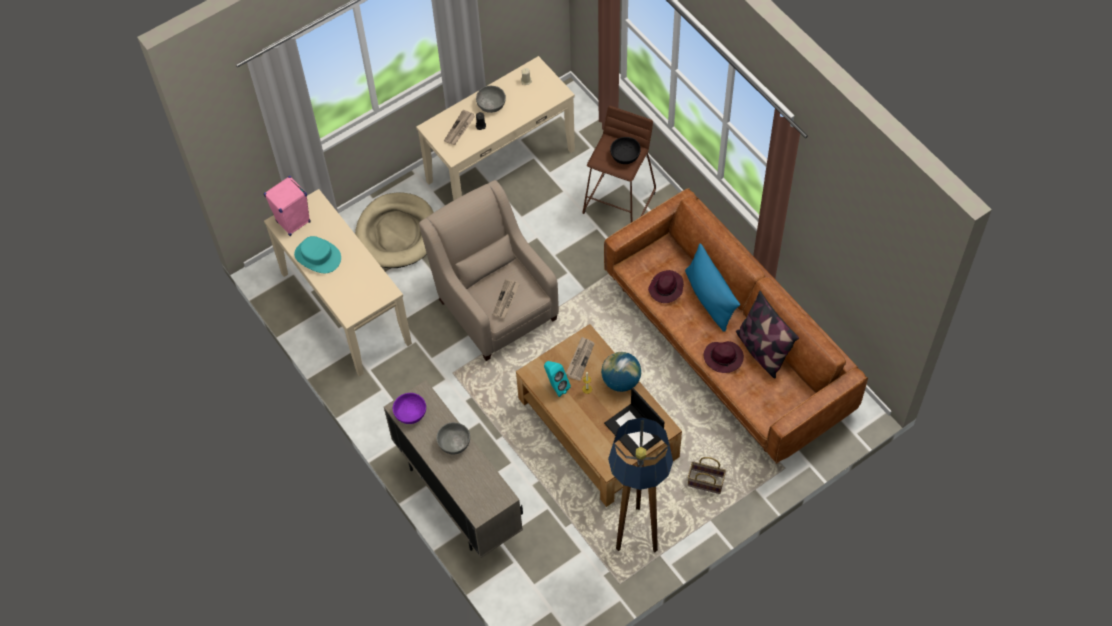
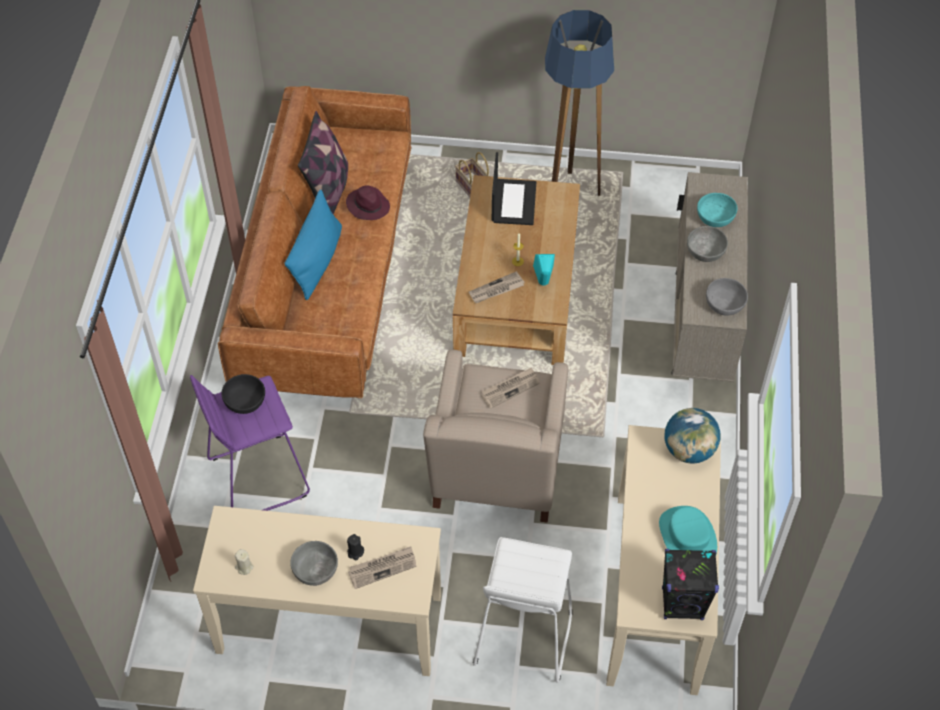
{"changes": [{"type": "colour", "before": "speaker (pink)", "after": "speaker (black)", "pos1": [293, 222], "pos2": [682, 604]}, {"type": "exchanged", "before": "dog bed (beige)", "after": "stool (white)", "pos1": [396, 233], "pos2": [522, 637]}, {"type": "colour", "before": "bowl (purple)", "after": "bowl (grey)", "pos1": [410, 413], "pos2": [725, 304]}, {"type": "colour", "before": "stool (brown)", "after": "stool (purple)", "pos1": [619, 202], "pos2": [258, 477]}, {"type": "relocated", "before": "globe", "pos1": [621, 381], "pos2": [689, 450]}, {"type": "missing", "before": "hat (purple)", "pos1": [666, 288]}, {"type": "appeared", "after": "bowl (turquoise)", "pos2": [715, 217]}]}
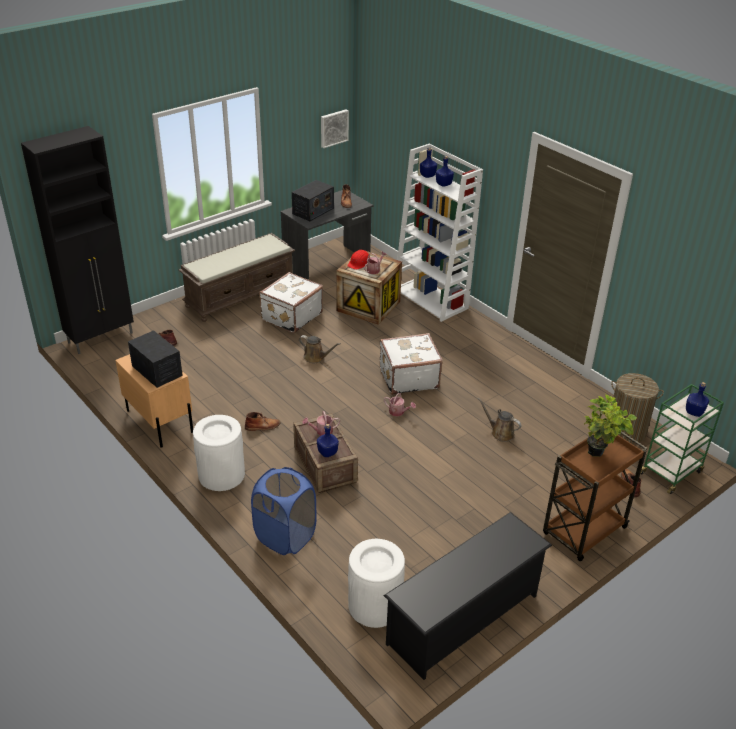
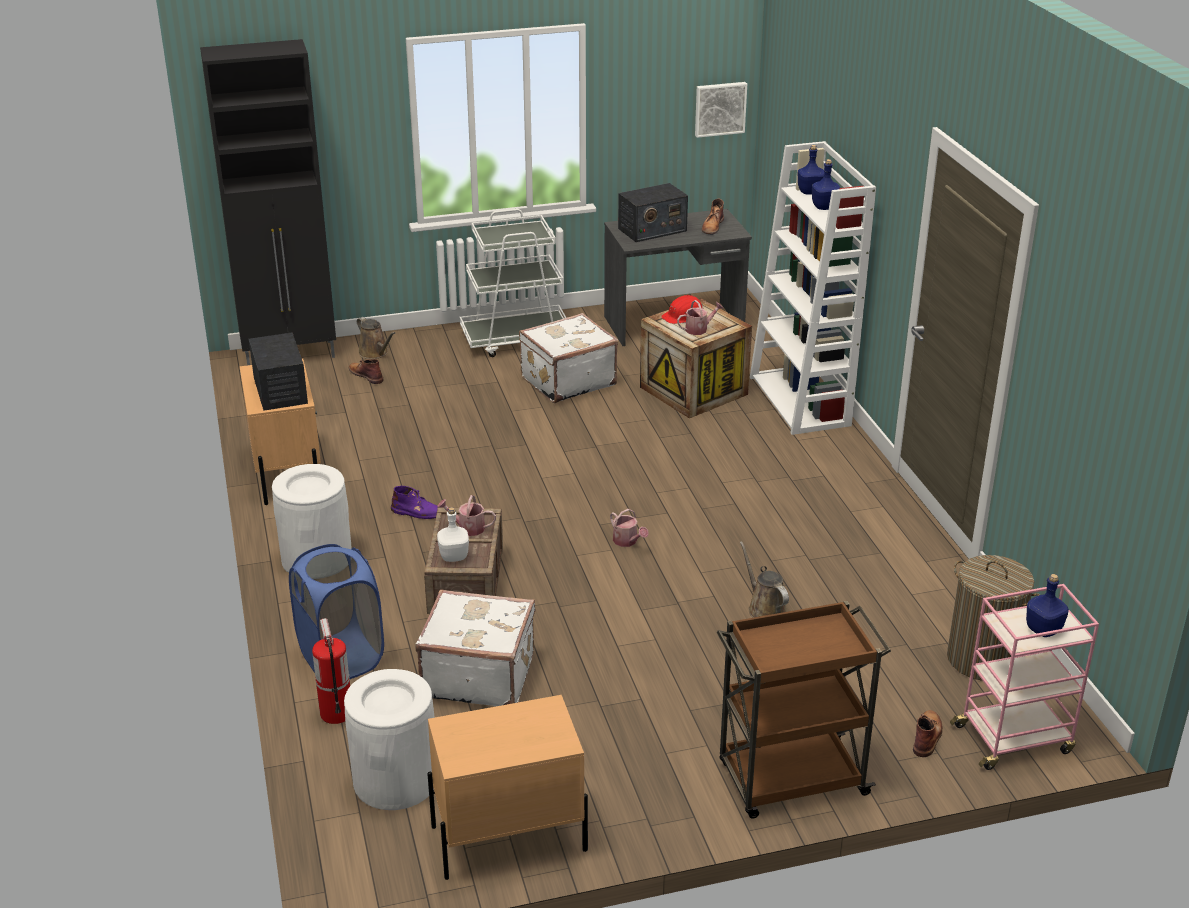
{"changes": [{"type": "exchanged", "before": "bench (brown)", "after": "cart (white)", "pos1": [240, 295], "pos2": [516, 339]}, {"type": "colour", "before": "boot (brown)", "after": "boot (purple)", "pos1": [263, 426], "pos2": [418, 512]}, {"type": "relocated", "before": "watering can (brown)", "pos1": [316, 357], "pos2": [375, 353]}, {"type": "colour", "before": "bottle (blue)", "after": "bottle (white)", "pos1": [328, 453], "pos2": [454, 557]}, {"type": "relocated", "before": "suitcase (white)", "pos1": [408, 378], "pos2": [478, 675]}, {"type": "exchanged", "before": "shoe rack (black)", "after": "nightstand (beige)", "pos1": [463, 619], "pos2": [507, 838]}, {"type": "missing", "before": "potted plant", "pos1": [599, 454]}, {"type": "colour", "before": "cart (green)", "after": "cart (pink)", "pos1": [671, 472], "pos2": [1014, 738]}, {"type": "appeared", "after": "fire extinguisher", "pos2": [336, 713]}]}
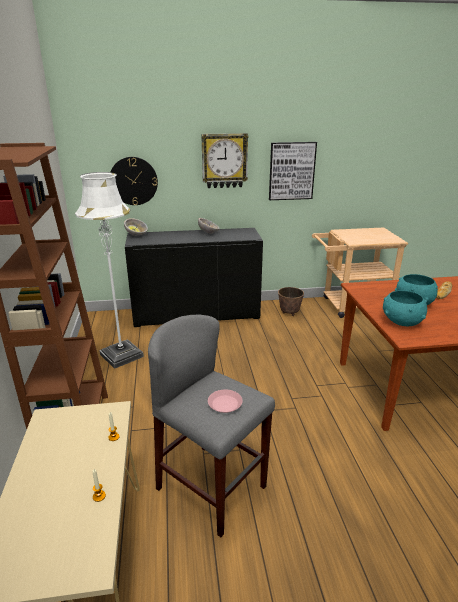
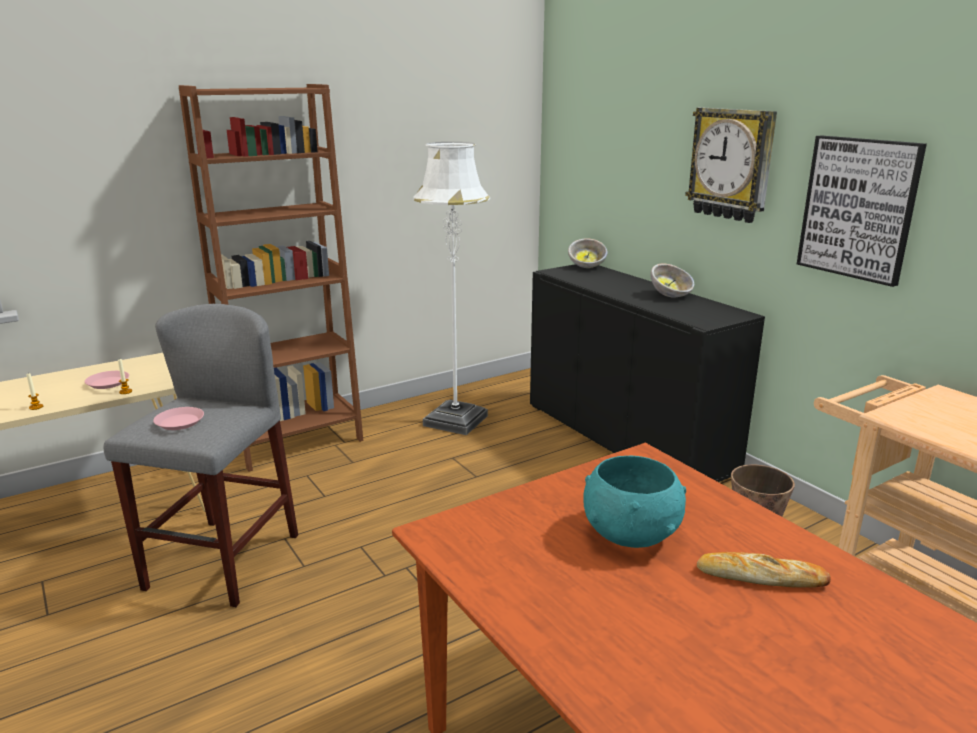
{"changes": [{"type": "missing", "before": "wall clock", "pos1": [133, 181]}, {"type": "missing", "before": "bowl (turquoise)", "pos1": [401, 322]}, {"type": "appeared", "after": "plate (pink)", "pos2": [108, 383]}]}
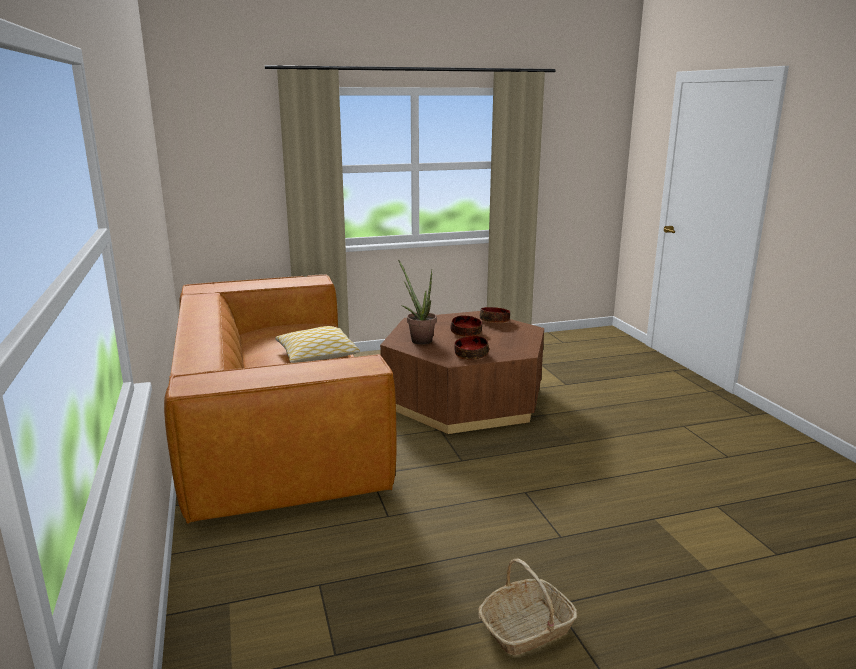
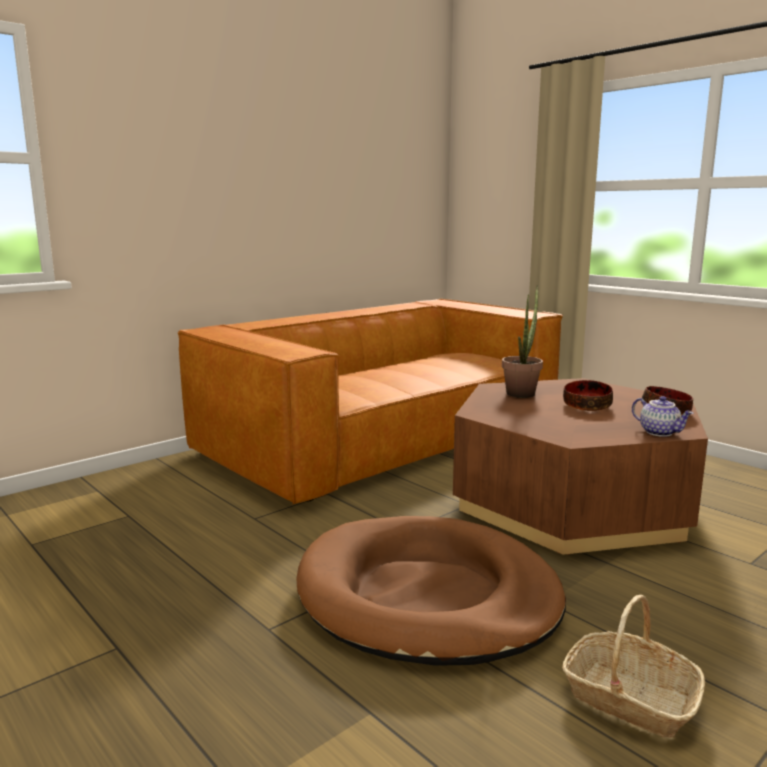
{"changes": [{"type": "missing", "before": "pillow", "pos1": [317, 355]}, {"type": "missing", "before": "bowl", "pos1": [471, 355]}, {"type": "relocated", "before": "basket", "pos1": [526, 628], "pos2": [629, 698]}, {"type": "appeared", "after": "dog bed (brown)", "pos2": [427, 596]}, {"type": "appeared", "after": "teapot", "pos2": [660, 432]}]}
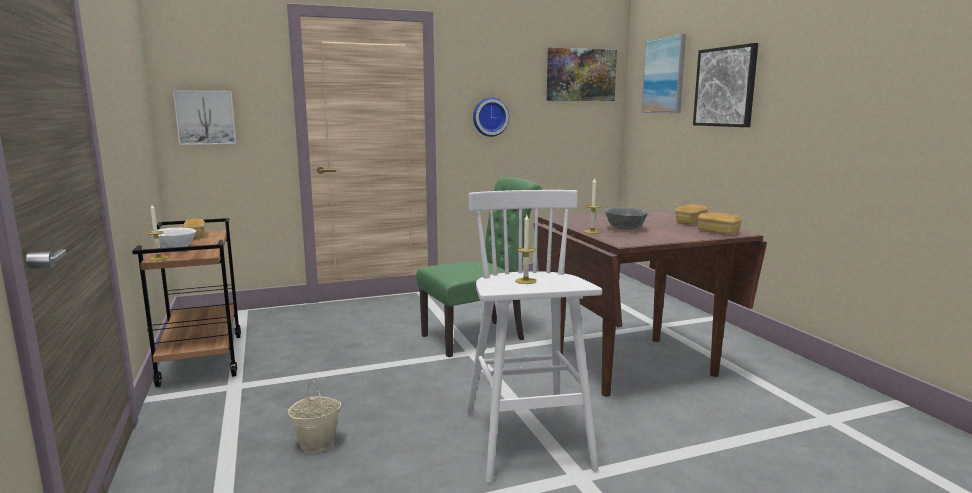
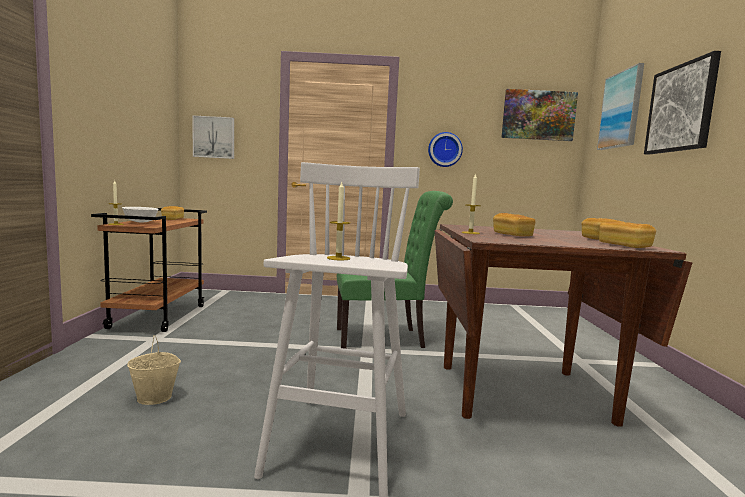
{"changes": [{"type": "exchanged", "before": "bowl (grey)", "after": "bread", "pos1": [625, 229], "pos2": [512, 235]}]}
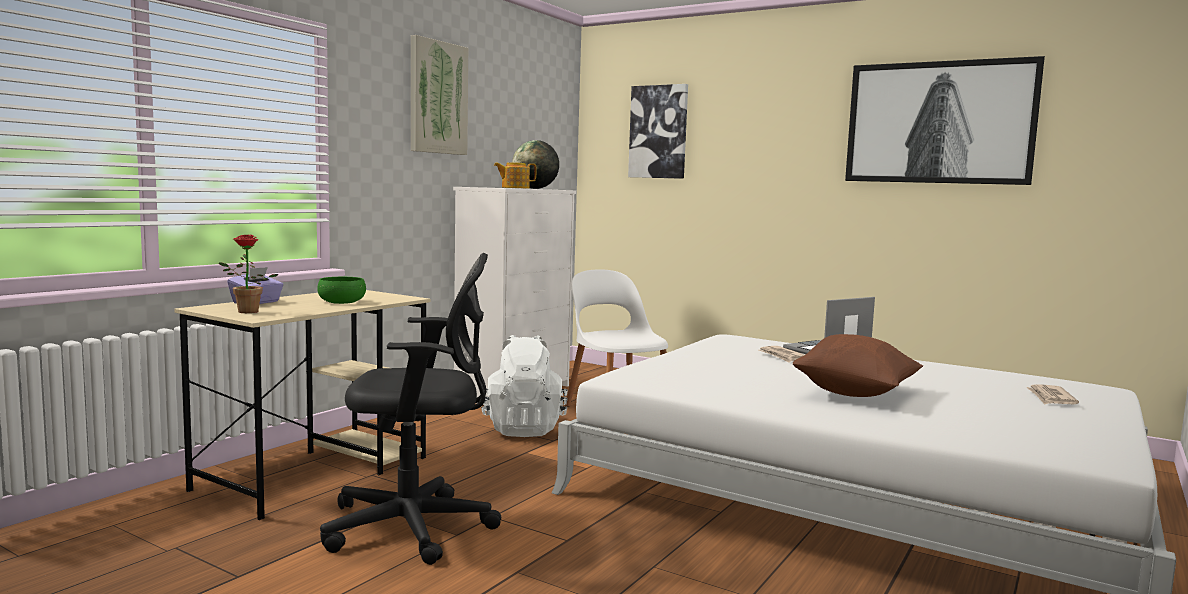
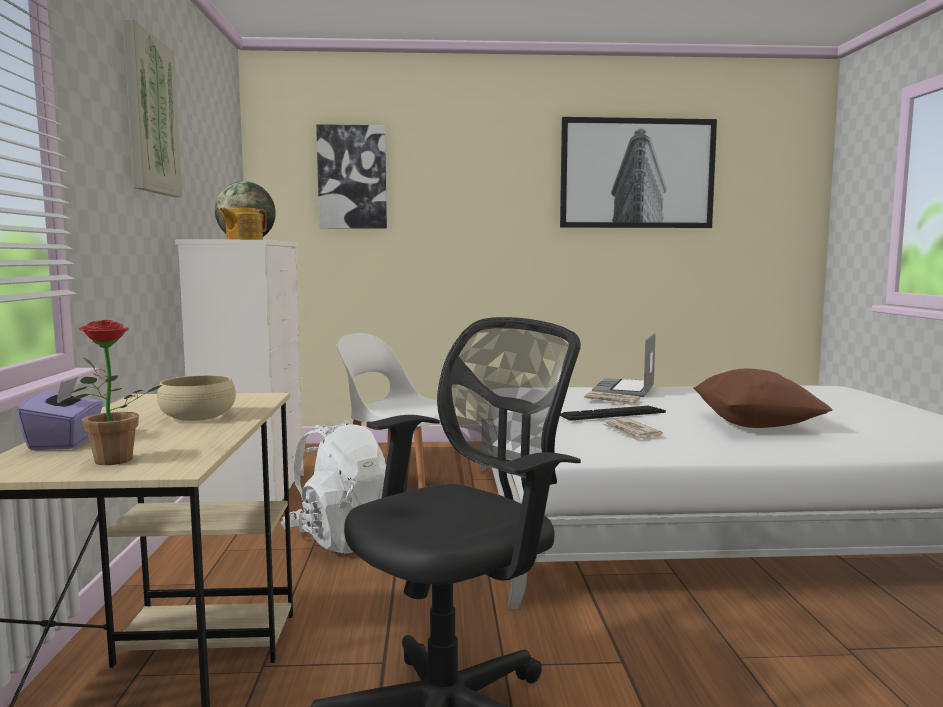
{"changes": [{"type": "colour", "before": "bowl (green)", "after": "bowl (beige)", "pos1": [341, 302], "pos2": [197, 416]}, {"type": "relocated", "before": "newspaper", "pos1": [1051, 398], "pos2": [631, 432]}, {"type": "appeared", "after": "keyboard", "pos2": [611, 413]}]}
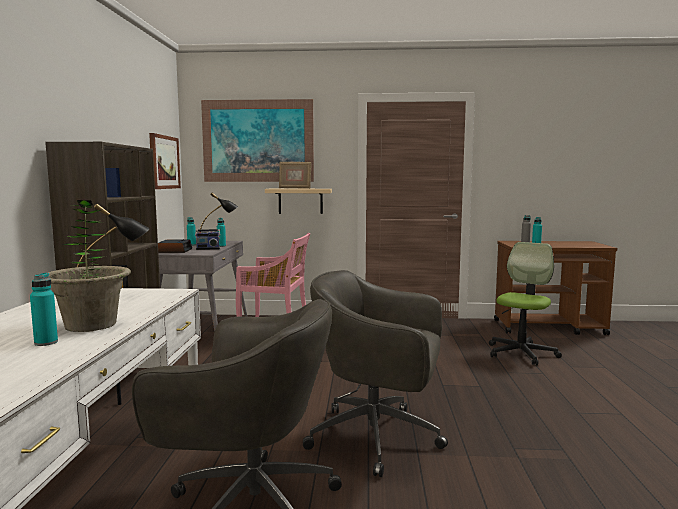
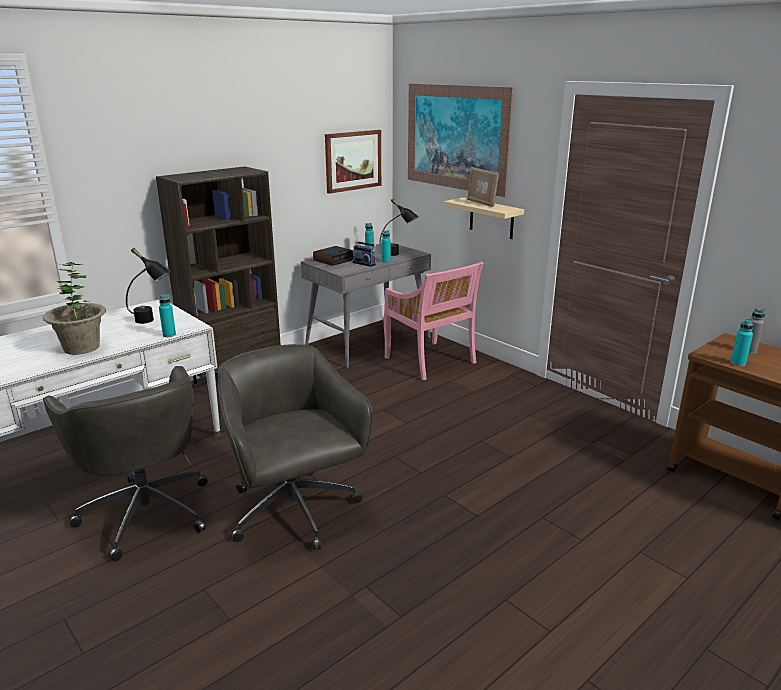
{"changes": [{"type": "relocated", "before": "bottle (turquoise)", "pos1": [46, 342], "pos2": [169, 335]}, {"type": "missing", "before": "office chair", "pos1": [521, 353]}]}
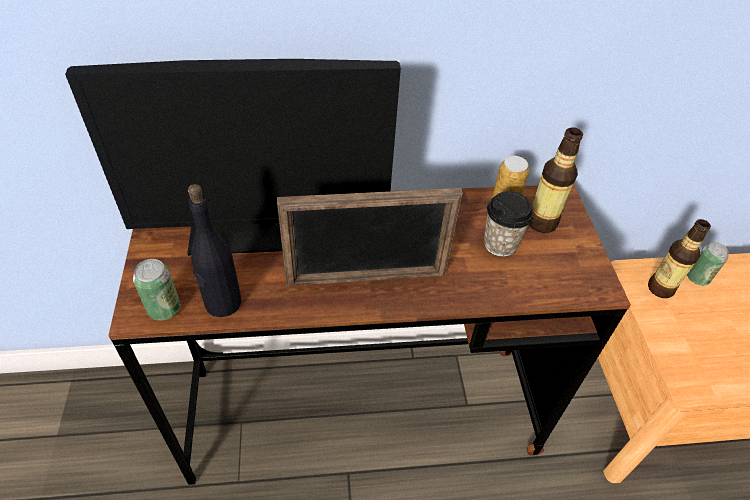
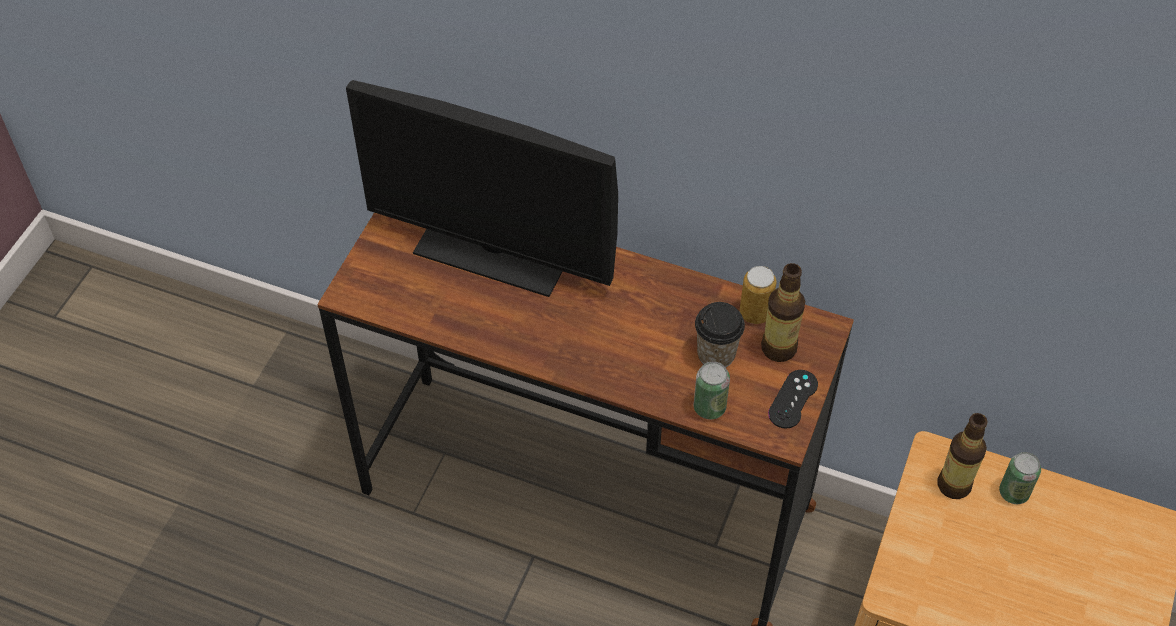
{"changes": [{"type": "relocated", "before": "can", "pos1": [164, 309], "pos2": [709, 407]}, {"type": "missing", "before": "bottle (black)", "pos1": [222, 303]}, {"type": "missing", "before": "picture frame", "pos1": [366, 279]}, {"type": "appeared", "after": "game controller (black)", "pos2": [793, 399]}]}
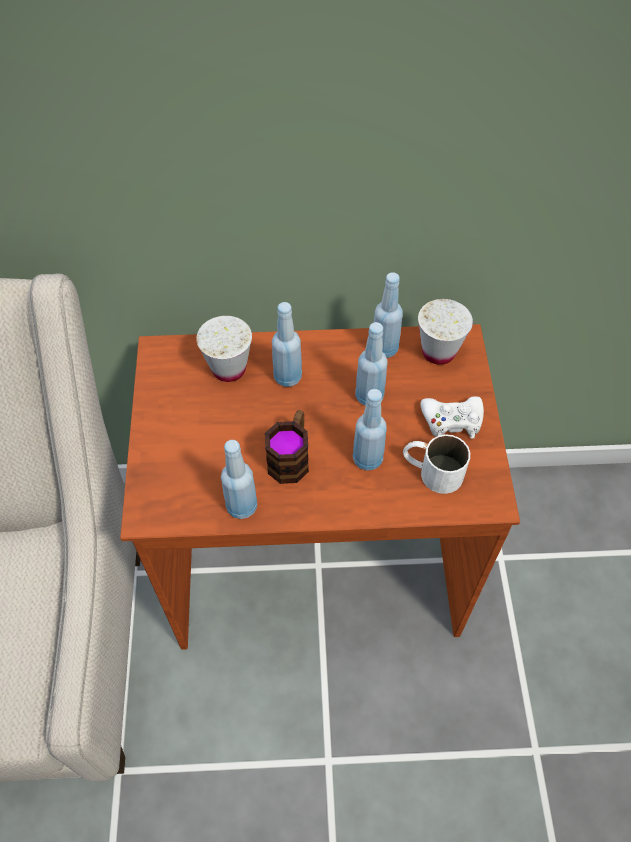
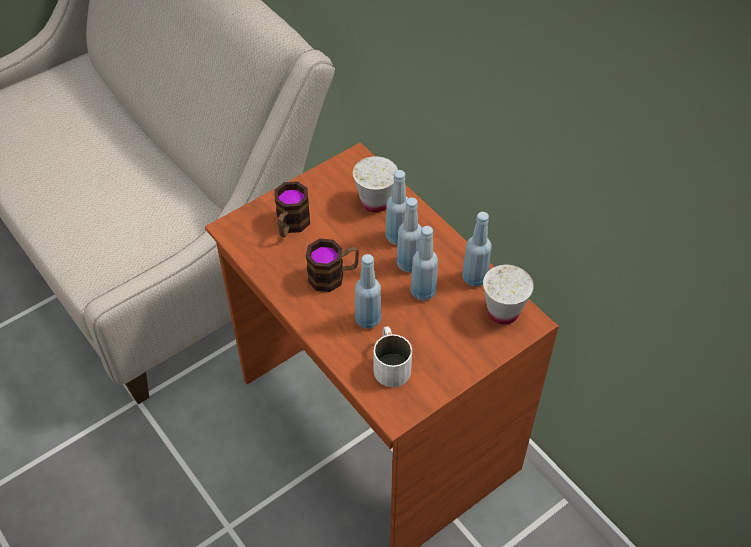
{"changes": [{"type": "relocated", "before": "bottle (blue)", "pos1": [242, 506], "pos2": [409, 264]}, {"type": "missing", "before": "game controller (white)", "pos1": [452, 421]}, {"type": "appeared", "after": "mug", "pos2": [291, 225]}]}
